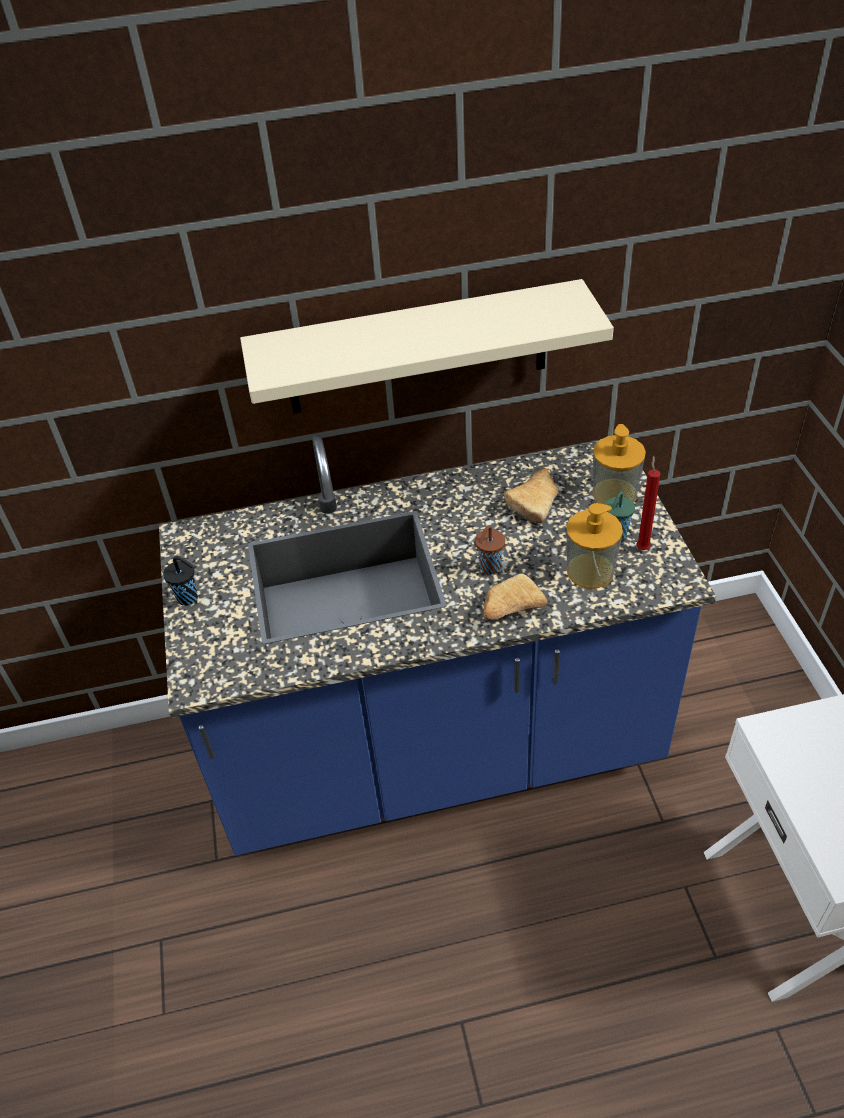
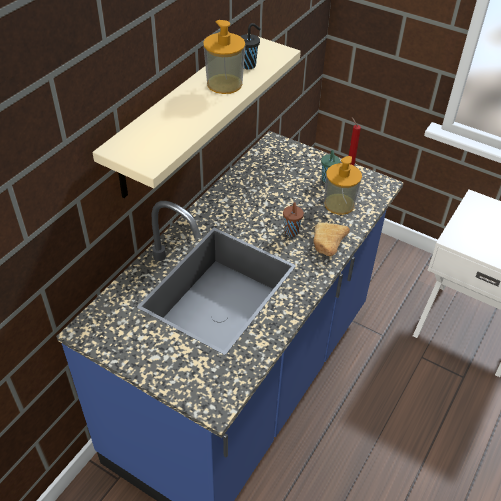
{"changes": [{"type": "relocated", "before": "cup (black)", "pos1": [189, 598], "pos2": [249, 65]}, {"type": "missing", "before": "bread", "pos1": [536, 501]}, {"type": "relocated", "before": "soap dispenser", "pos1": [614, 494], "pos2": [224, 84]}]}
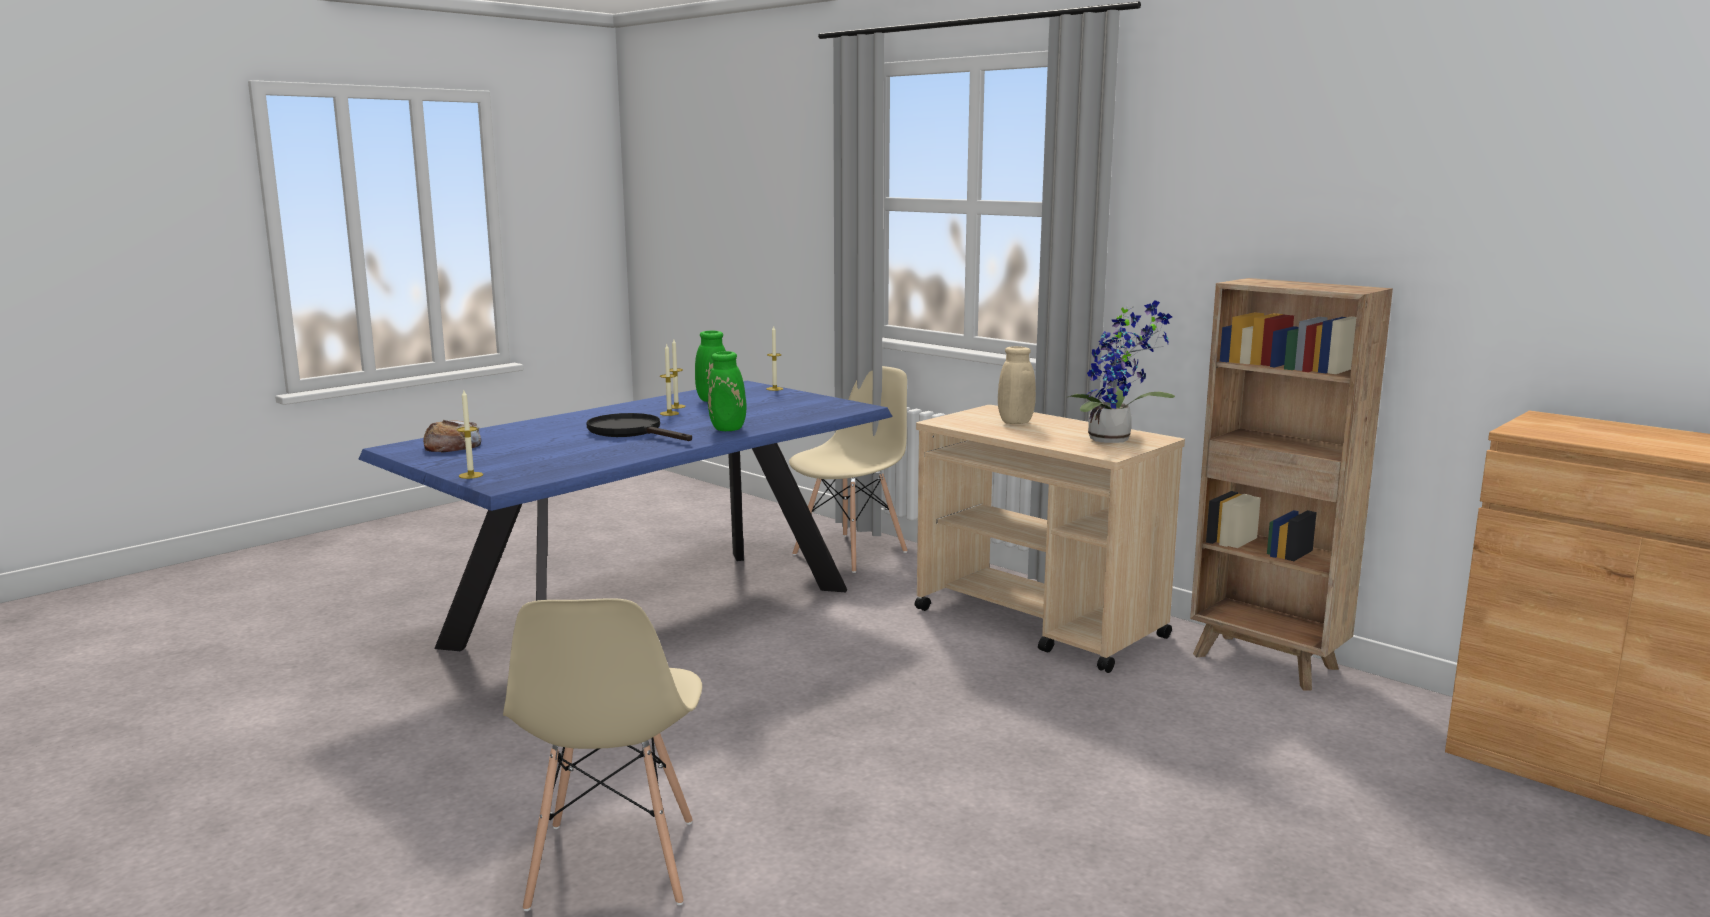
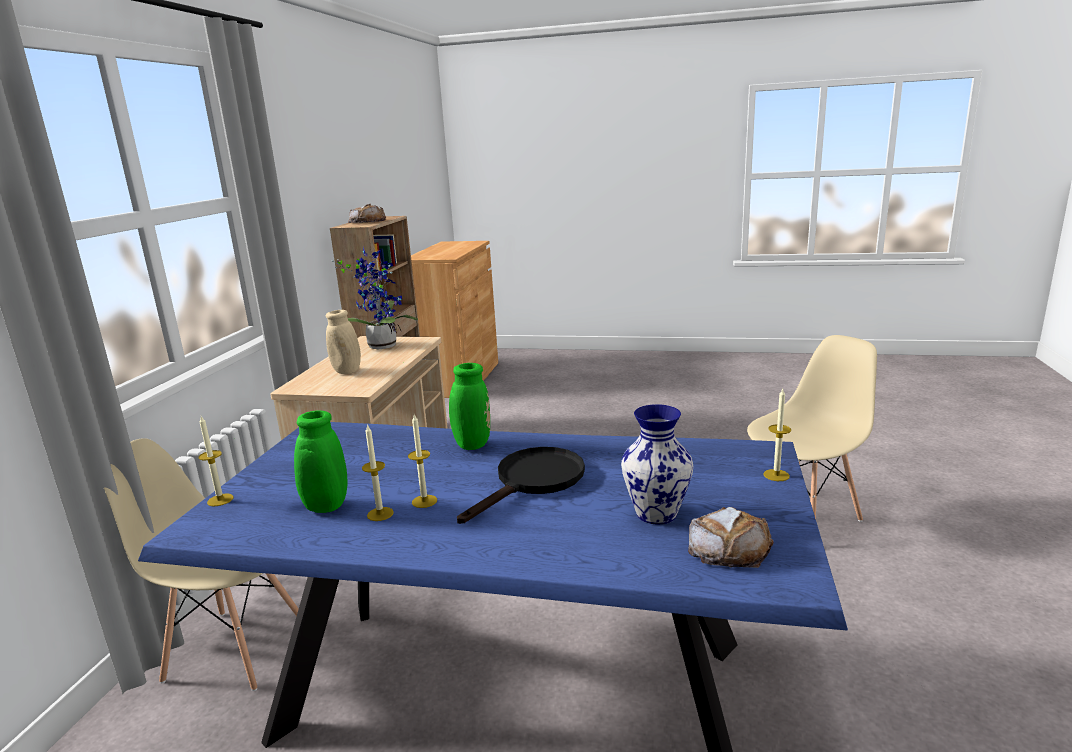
{"changes": [{"type": "spun", "before": "frying pan (black)", "pos1": [632, 432], "pos2": [533, 482], "turn": -150}, {"type": "appeared", "after": "bread", "pos2": [367, 221]}, {"type": "appeared", "after": "vase", "pos2": [657, 514]}]}
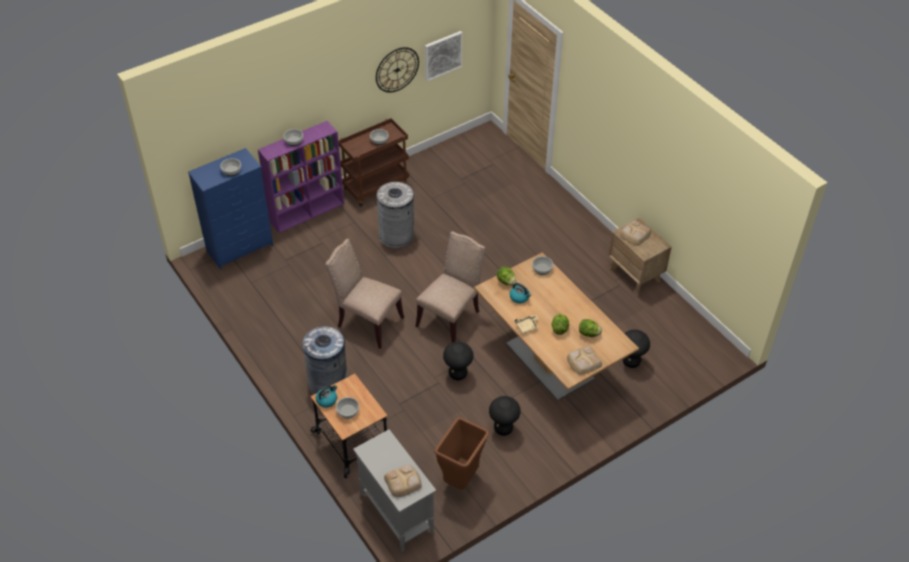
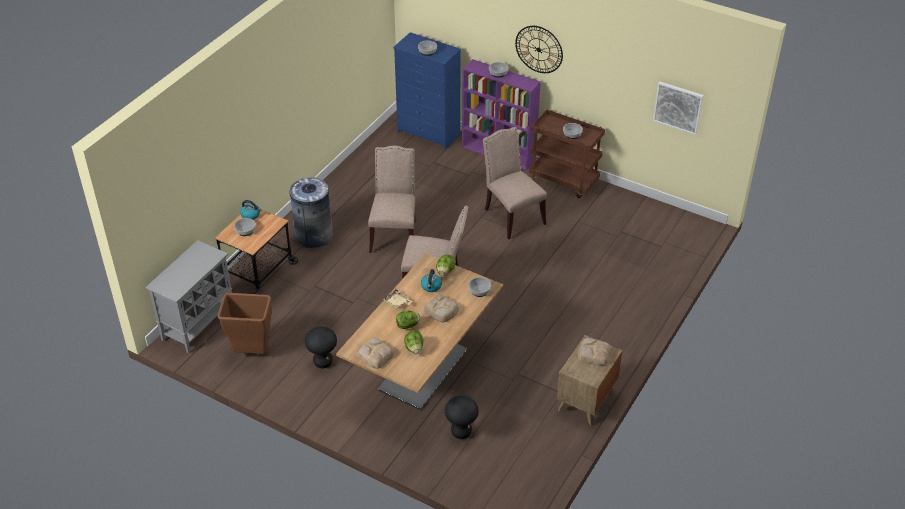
{"changes": [{"type": "relocated", "before": "wall clock", "pos1": [397, 70], "pos2": [539, 49]}, {"type": "exchanged", "before": "trash can (grey)", "after": "chair (beige)", "pos1": [396, 235], "pos2": [512, 215]}, {"type": "relocated", "before": "bread", "pos1": [403, 482], "pos2": [441, 311]}, {"type": "missing", "before": "stool (black)", "pos1": [458, 374]}]}
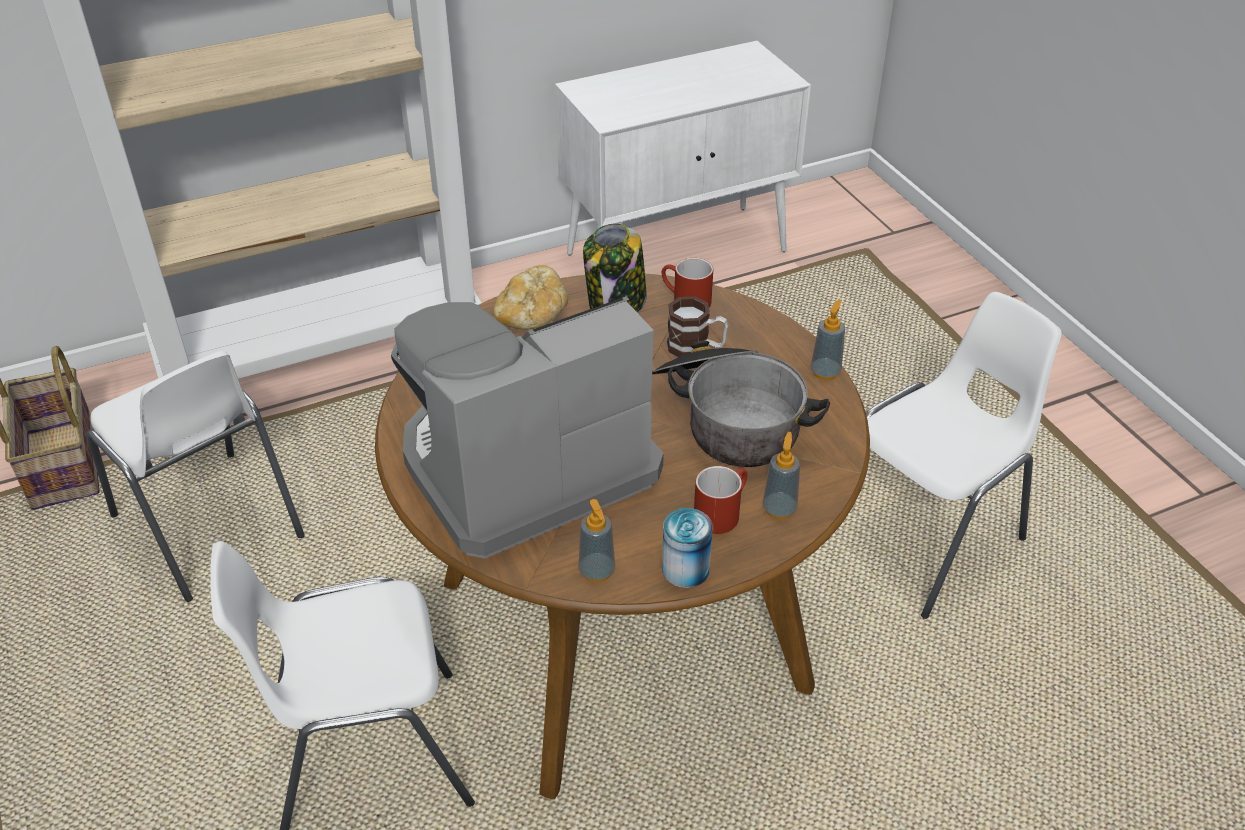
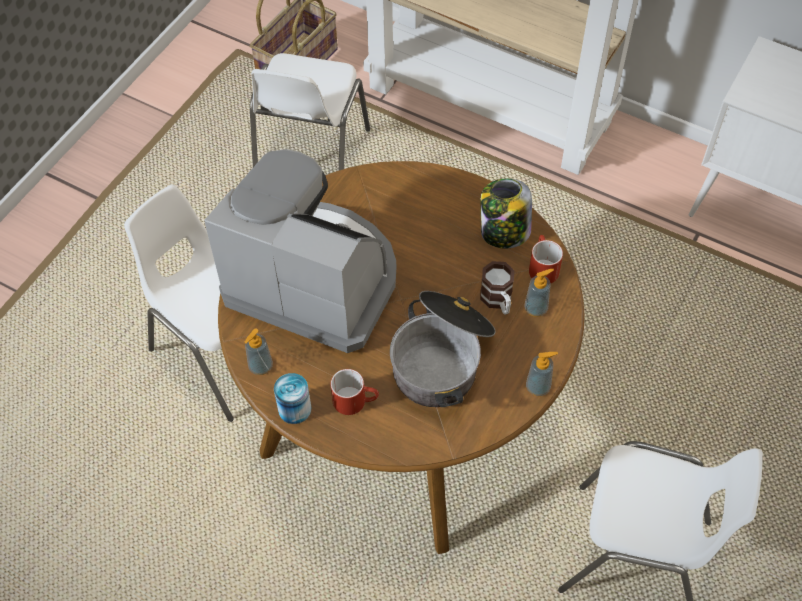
{"changes": [{"type": "missing", "before": "bread", "pos1": [532, 316]}, {"type": "relocated", "before": "soap dispenser", "pos1": [779, 509], "pos2": [536, 308]}]}
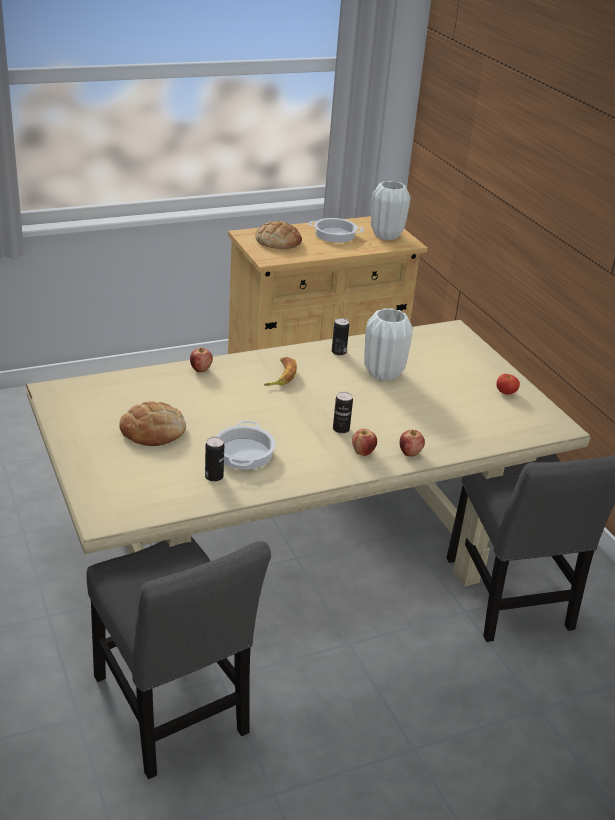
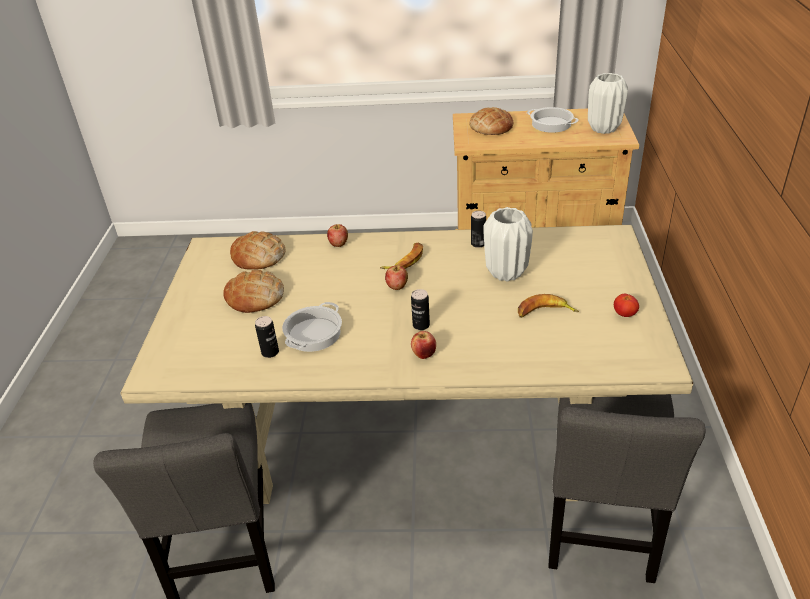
{"changes": [{"type": "relocated", "before": "apple", "pos1": [410, 453], "pos2": [397, 287]}, {"type": "appeared", "after": "bread", "pos2": [258, 256]}, {"type": "appeared", "after": "banana", "pos2": [545, 312]}]}
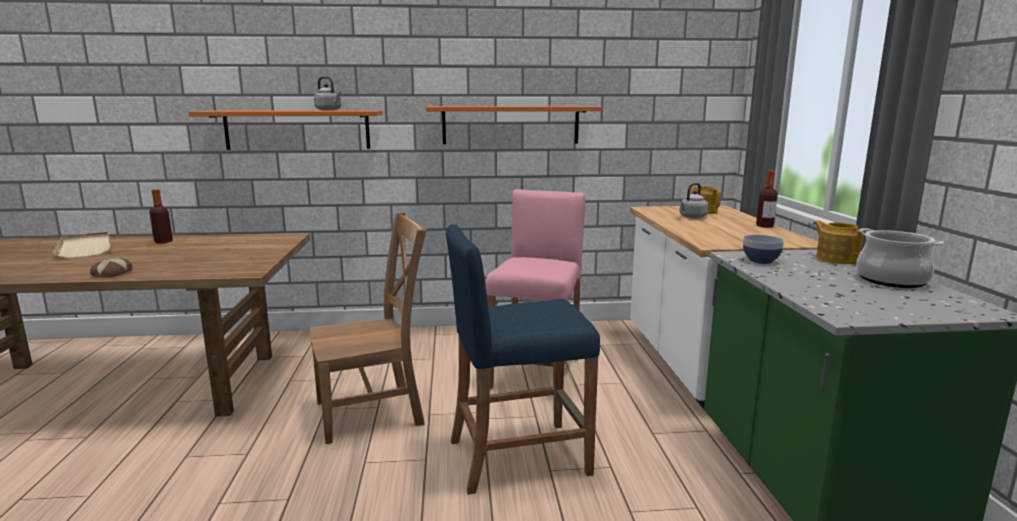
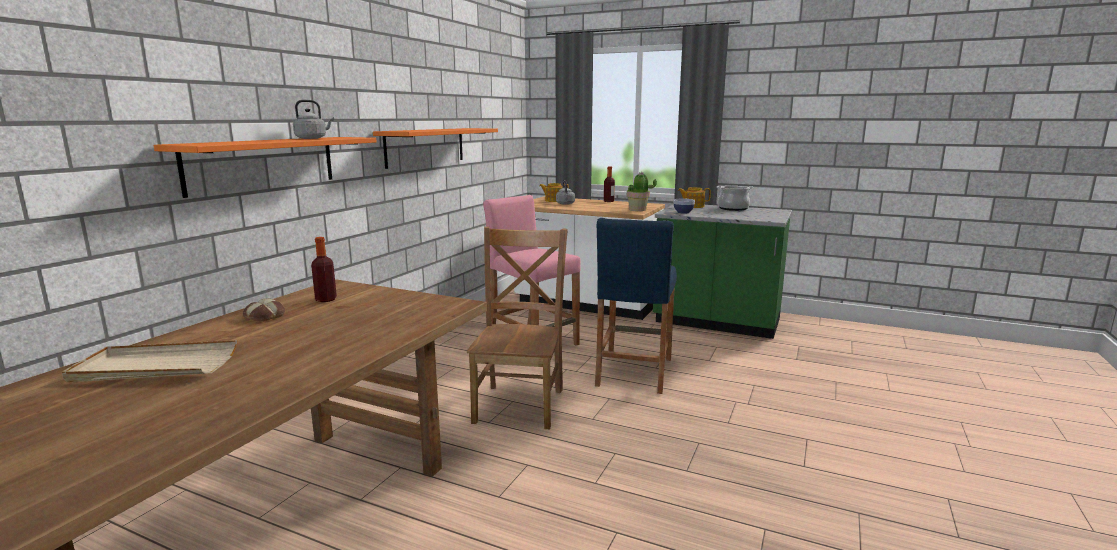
{"changes": [{"type": "relocated", "before": "bread", "pos1": [111, 273], "pos2": [264, 316]}, {"type": "relocated", "before": "bottle", "pos1": [163, 241], "pos2": [326, 299]}, {"type": "appeared", "after": "potted plant", "pos2": [638, 210]}]}
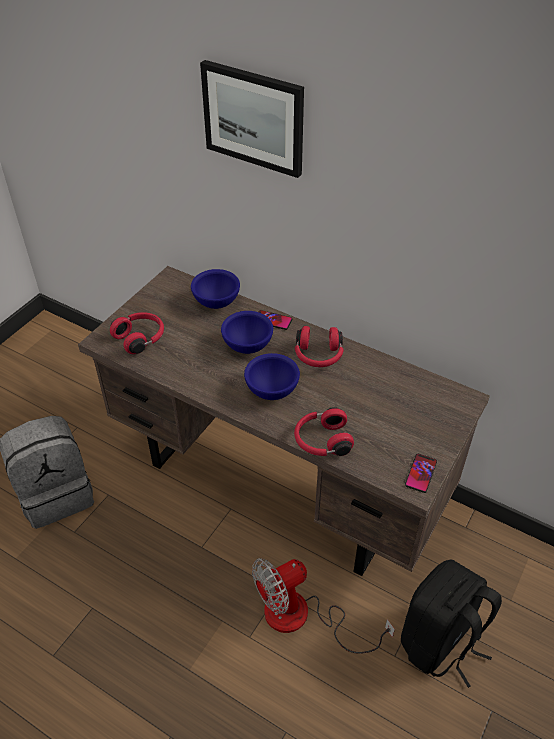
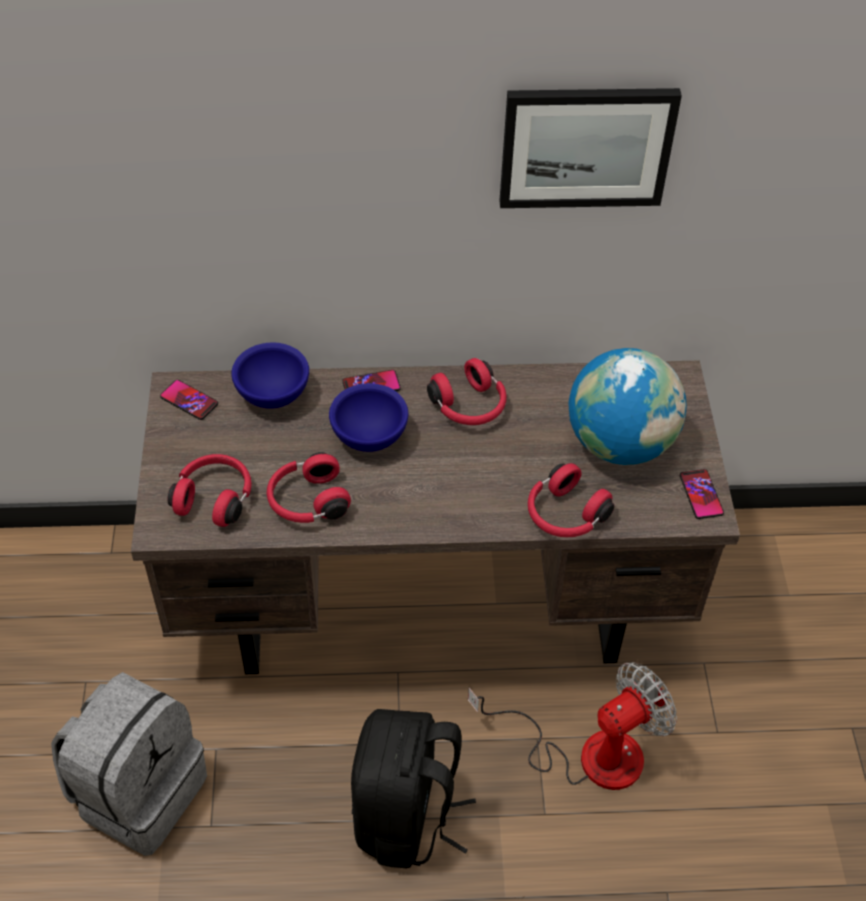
{"changes": [{"type": "relocated", "before": "picture", "pos1": [254, 118], "pos2": [586, 146]}, {"type": "missing", "before": "bowl (blue)", "pos1": [271, 390]}, {"type": "spun", "before": "fan", "pos1": [302, 618], "pos2": [587, 753], "turn": -150}, {"type": "relocated", "before": "backpack (black)", "pos1": [440, 643], "pos2": [406, 817]}, {"type": "appeared", "after": "phone", "pos2": [189, 400]}, {"type": "appeared", "after": "headphones (red)", "pos2": [307, 501]}, {"type": "appeared", "after": "globe", "pos2": [620, 443]}]}
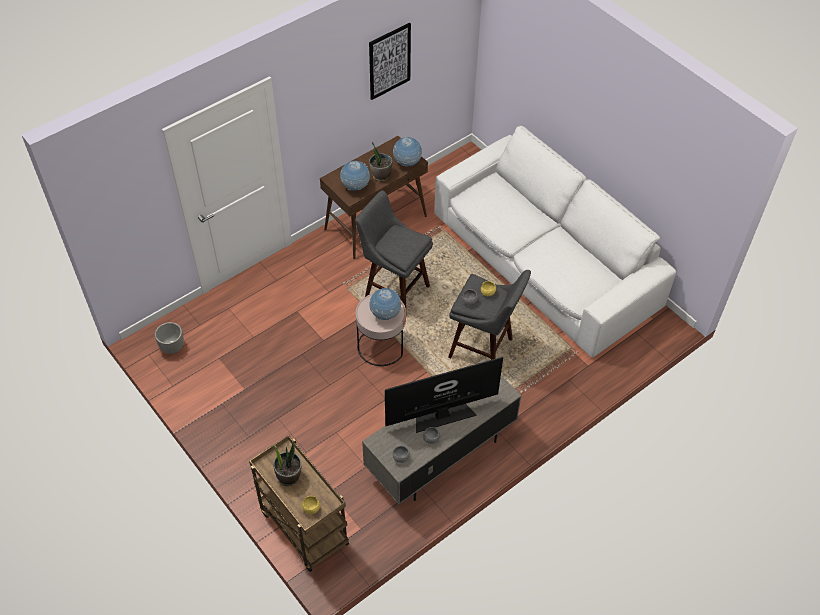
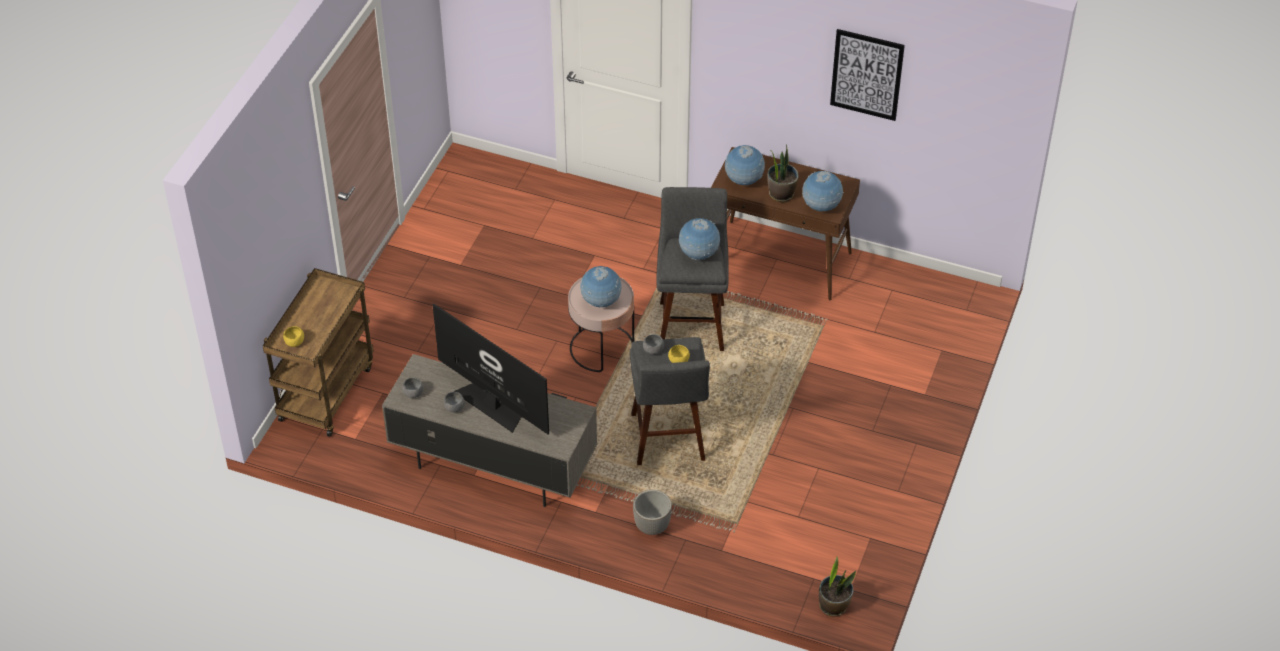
{"changes": [{"type": "relocated", "before": "planter", "pos1": [173, 347], "pos2": [652, 526]}, {"type": "relocated", "before": "potted plant", "pos1": [289, 476], "pos2": [833, 606]}, {"type": "missing", "before": "sofa (white)", "pos1": [543, 261]}, {"type": "appeared", "after": "globe", "pos2": [698, 255]}]}
